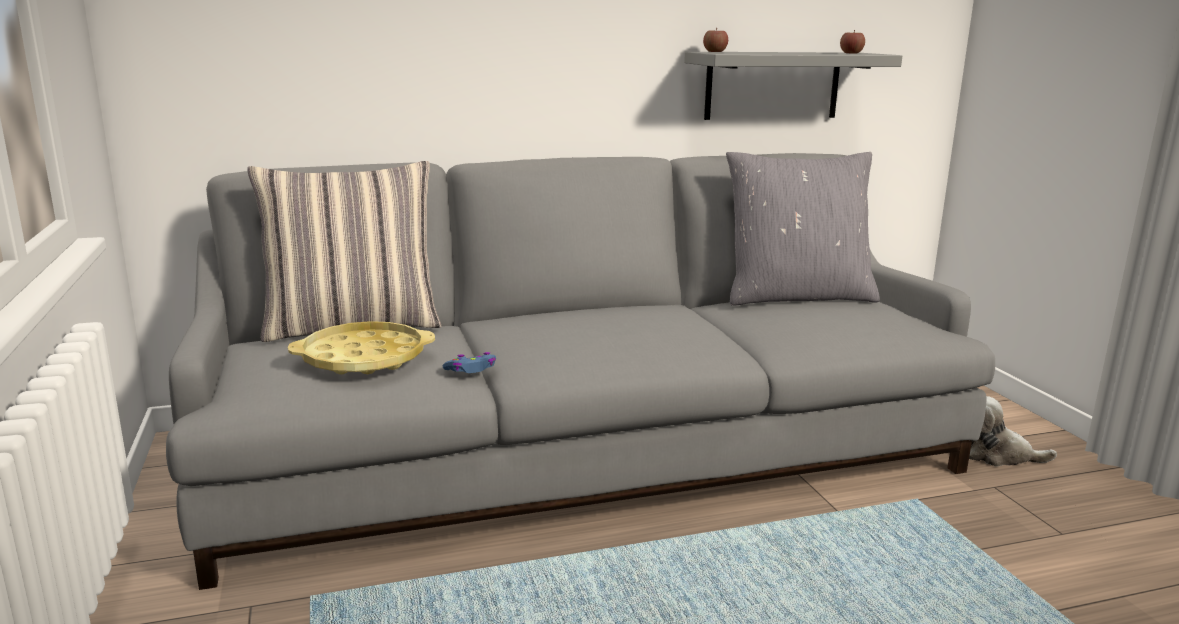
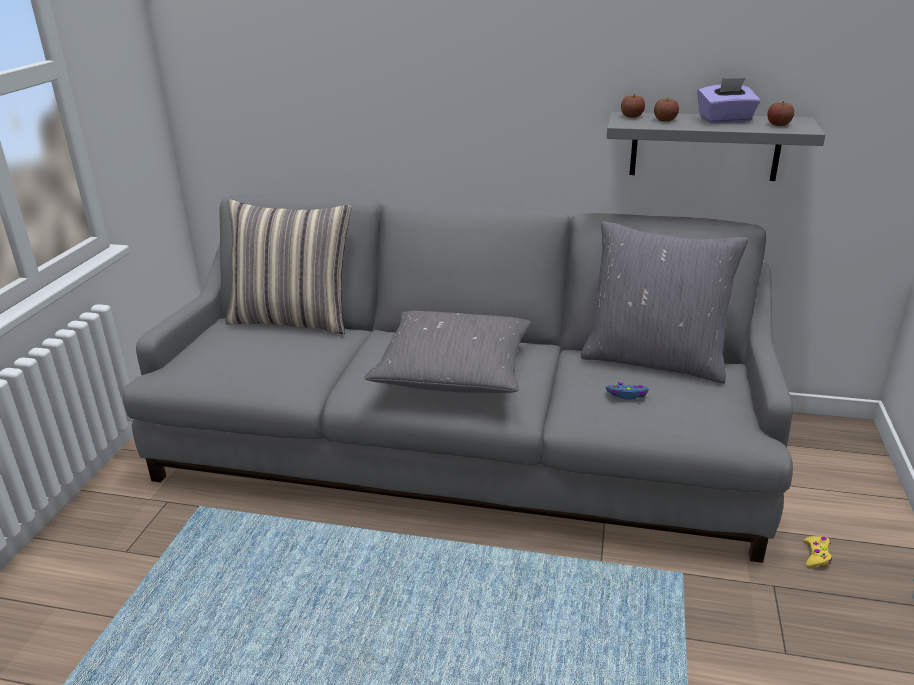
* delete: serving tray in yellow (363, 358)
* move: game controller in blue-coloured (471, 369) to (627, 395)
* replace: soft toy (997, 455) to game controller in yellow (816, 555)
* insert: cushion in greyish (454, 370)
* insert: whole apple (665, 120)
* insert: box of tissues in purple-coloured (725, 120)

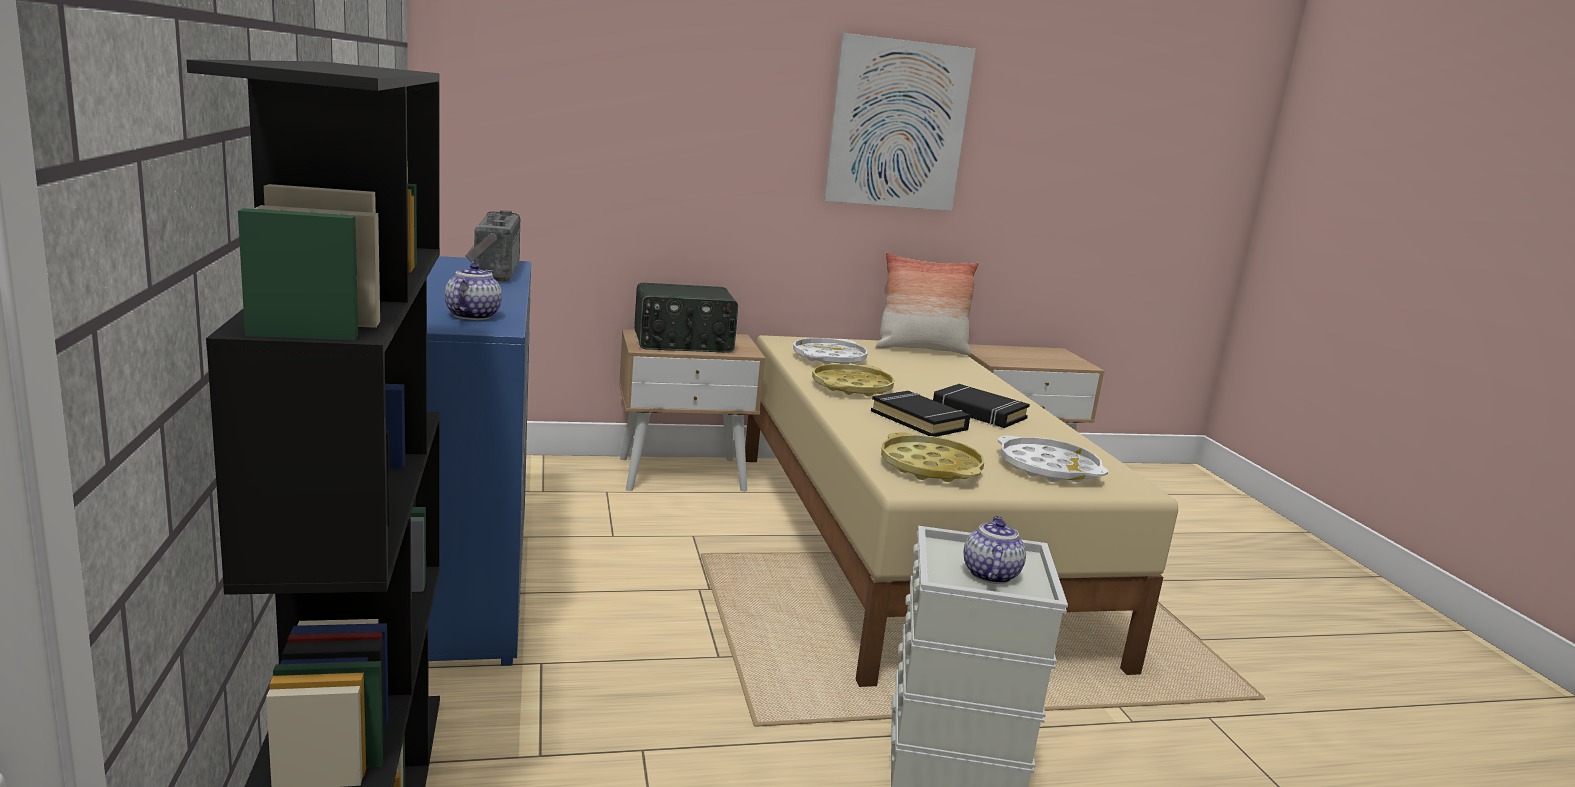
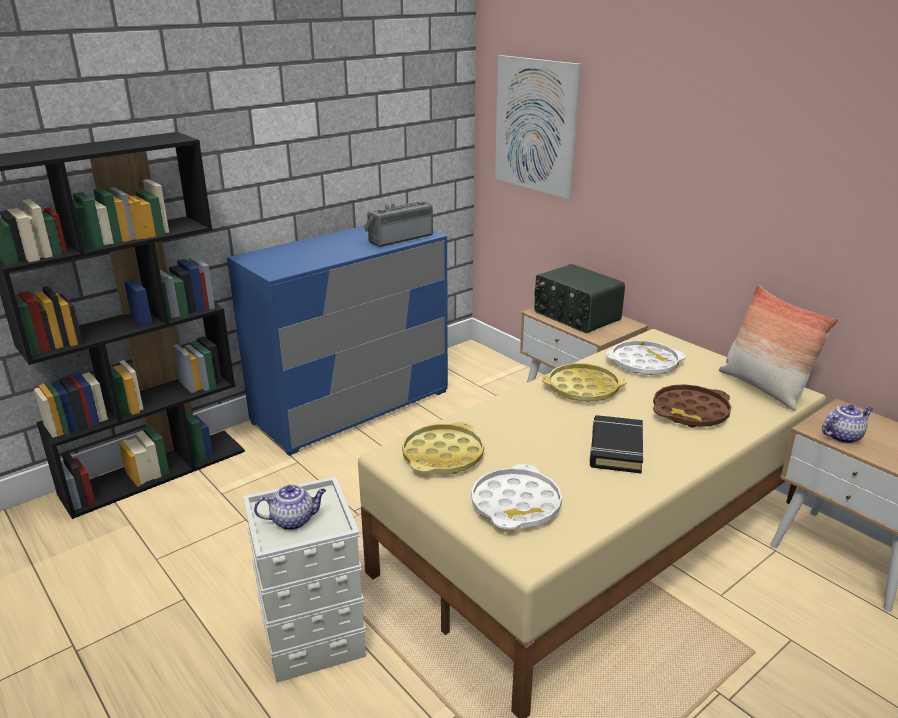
* move: teapot (473, 315) to (843, 436)
* move: picture (898, 125) to (535, 126)
* delete: book in black (919, 420)
* insert: serving tray in brown-coloured (690, 412)

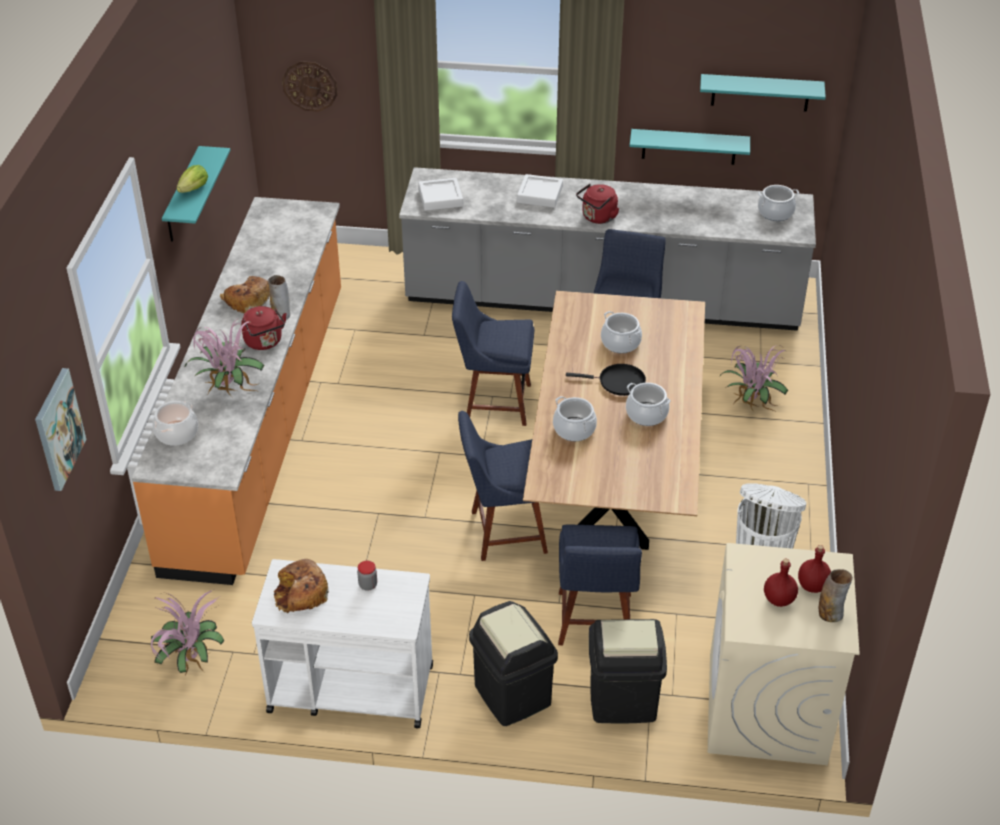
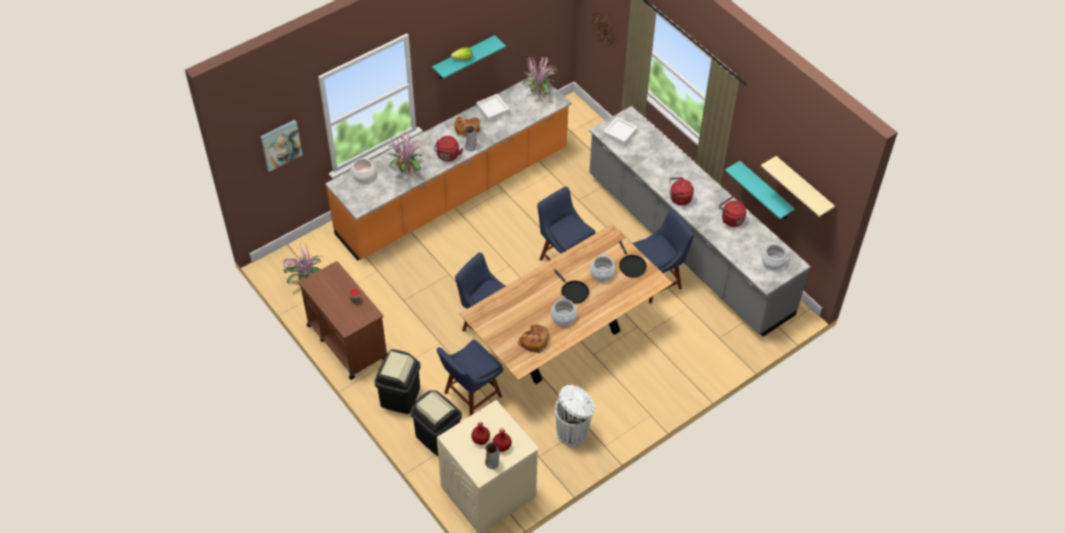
* recolor: trolley in white (350, 688) to trolley in brown-coloured (347, 341)
* move: bakery bread (300, 594) to (533, 341)
* move: serving tray in white (540, 194) to (492, 109)
* delete: cooking pot (574, 429)
* recolor: shelf in turquoise (760, 92) to shelf in beige-coloured (803, 188)
* move: houseplant (750, 403) to (539, 91)
* insert: pan in black (631, 266)
* insert: water kettle in reddish (731, 219)

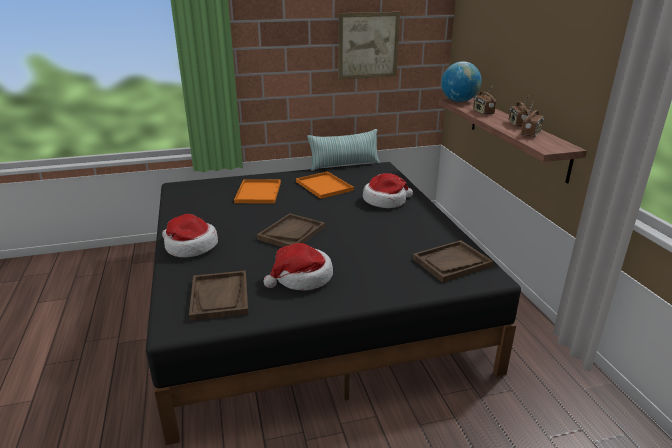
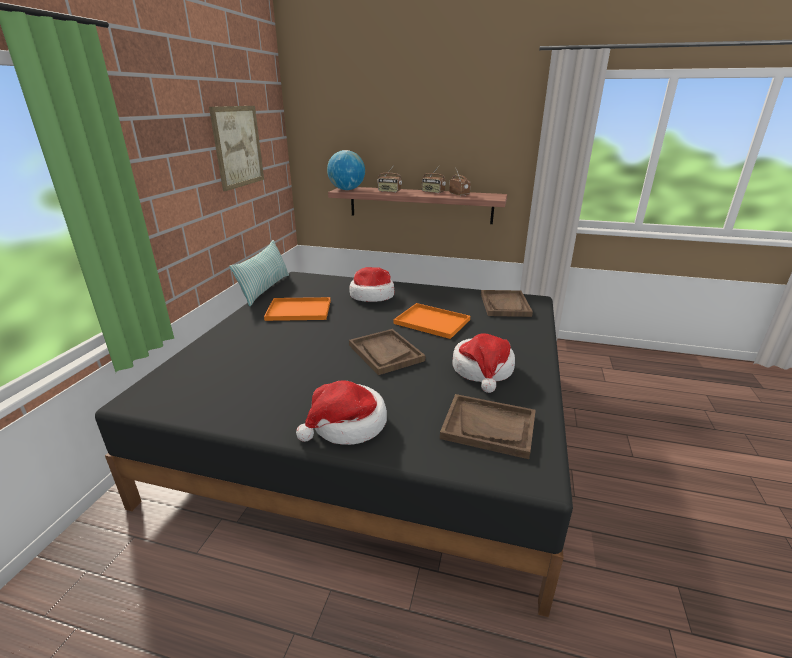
* move: serving tray in orangey (258, 192) to (430, 321)

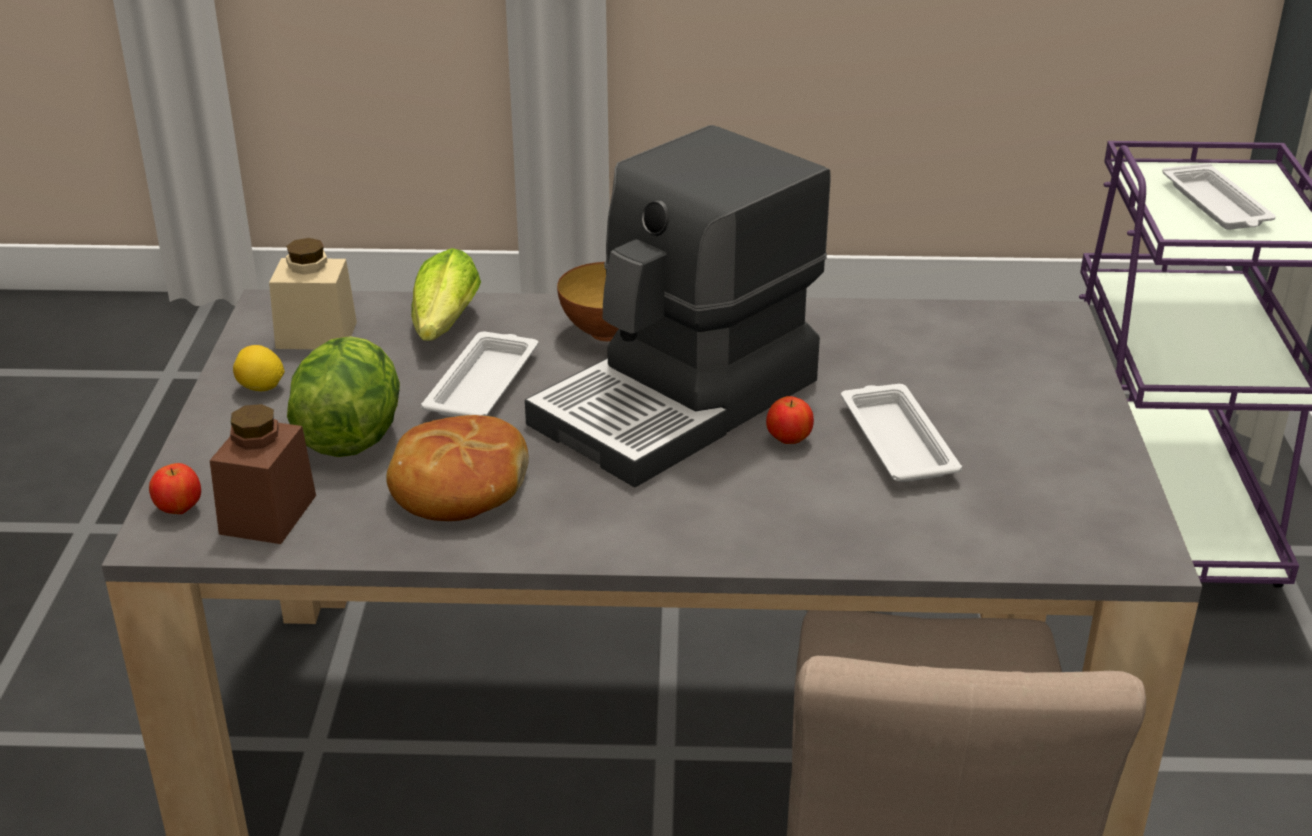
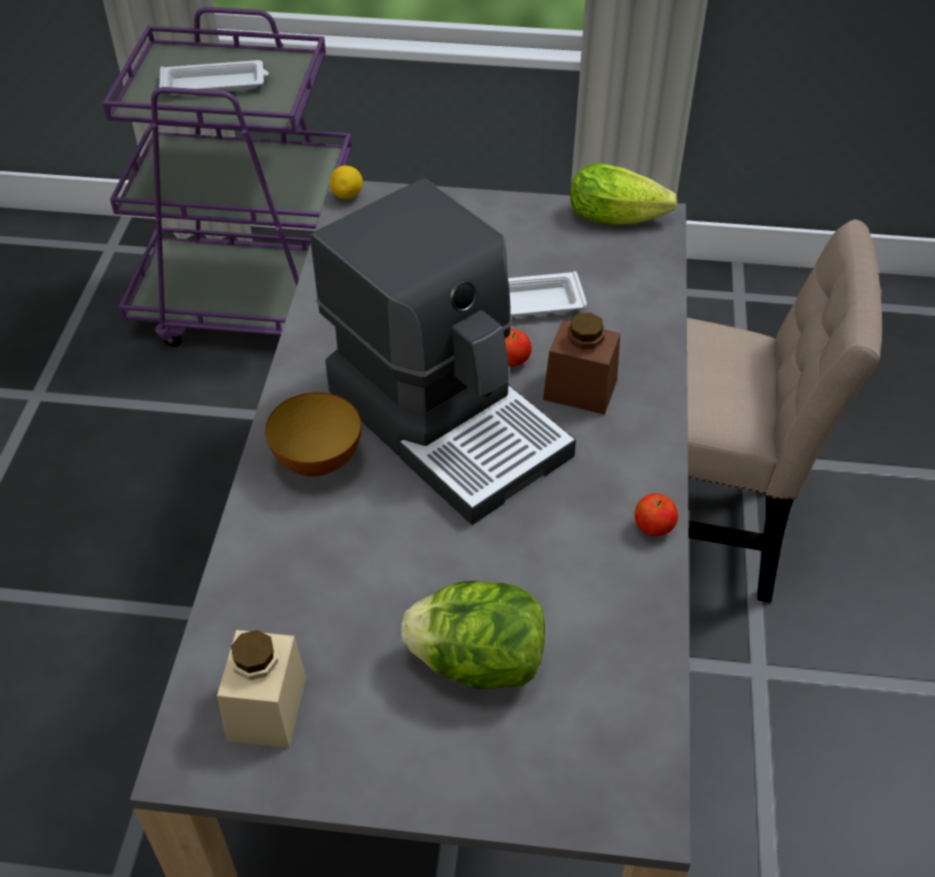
* move: whole apple (179, 509) to (653, 528)
* move: preserve jar in brown-coloured (268, 514) to (580, 389)
* move: citrus fruit (261, 388) to (347, 195)
* delete: bakery bread (458, 487)
* move: head of lettuce (442, 328) to (621, 217)
* delete: serving tray in white (483, 384)

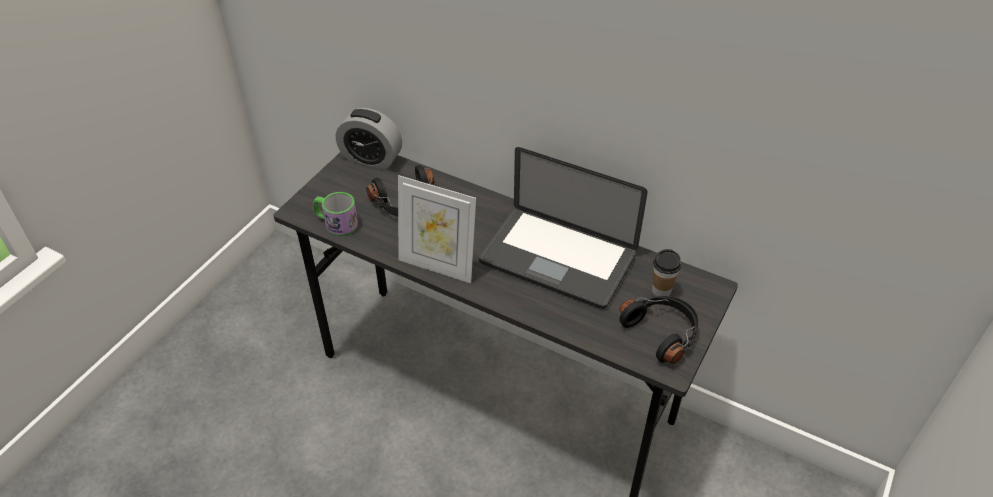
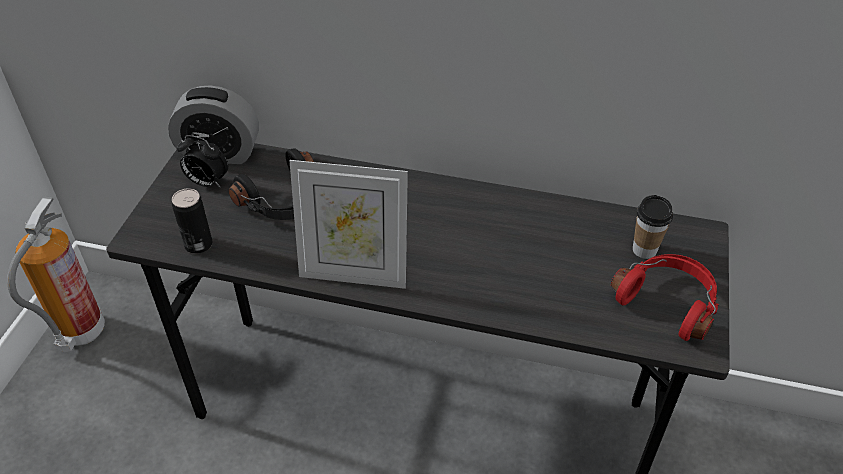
* replace: coffee mug (336, 223) to can (198, 244)
* delete: notebook computer (557, 259)
* recolor: headphones in black (662, 332) to headphones in reddish (668, 302)
* insert: extinguisher (81, 333)
* insert: alarm clock (207, 182)

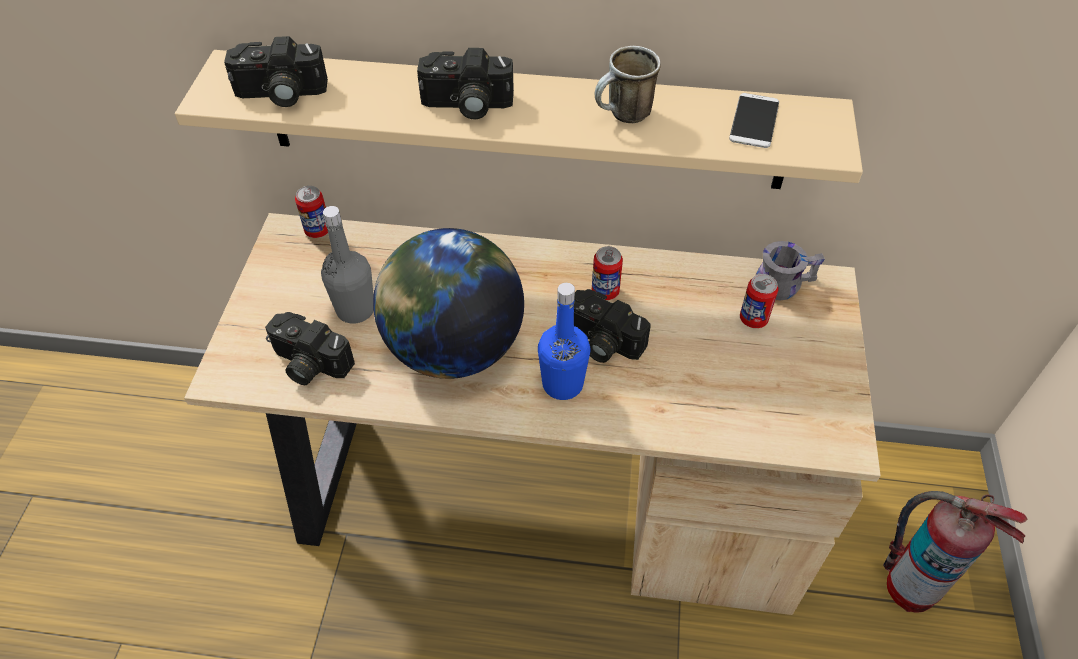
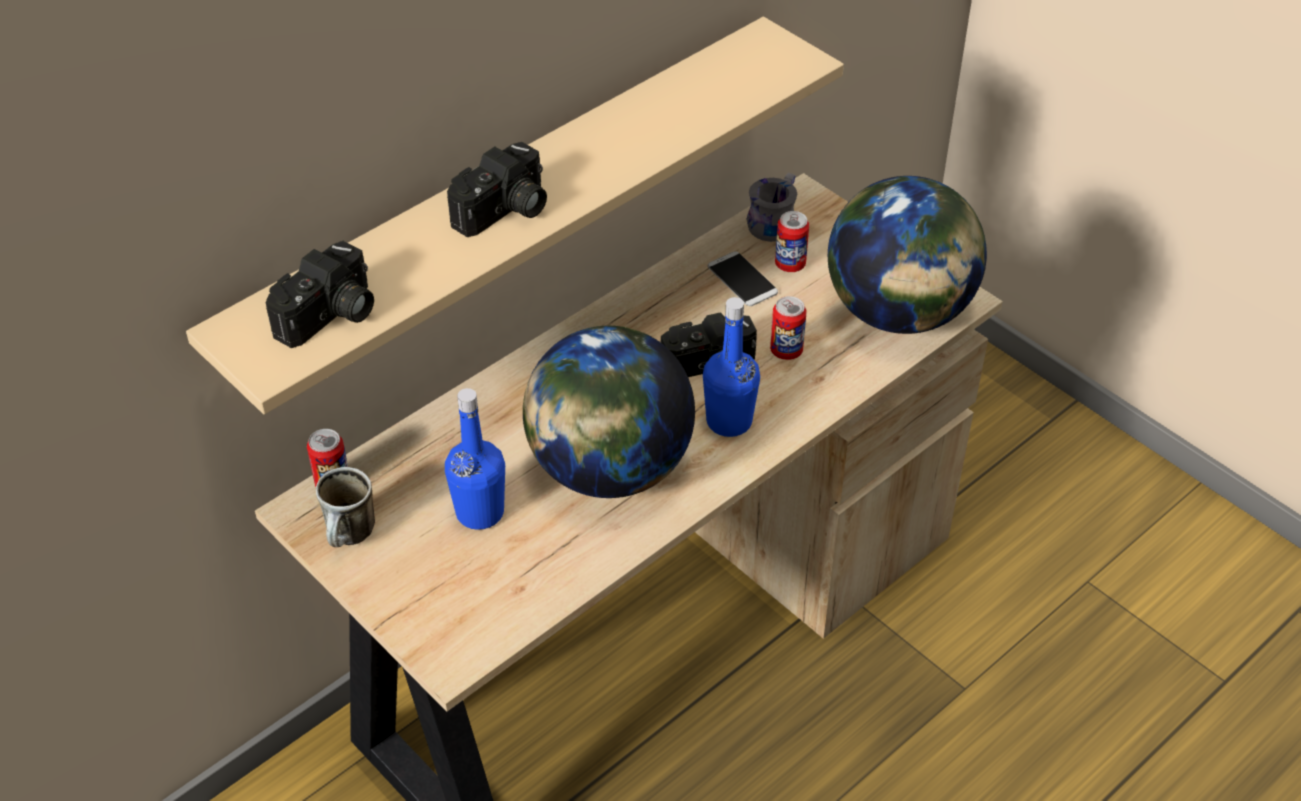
* delete: still camera (307, 364)
* recolor: beverage bottle in greyish (355, 310) to beverage bottle in blue-coloured (480, 512)
* move: can (605, 291) to (786, 351)
* move: coffee mug (624, 117) to (351, 538)
* move: telephone (754, 121) to (742, 280)
* delete: extinguisher (910, 586)
* insert: desk globe (899, 312)

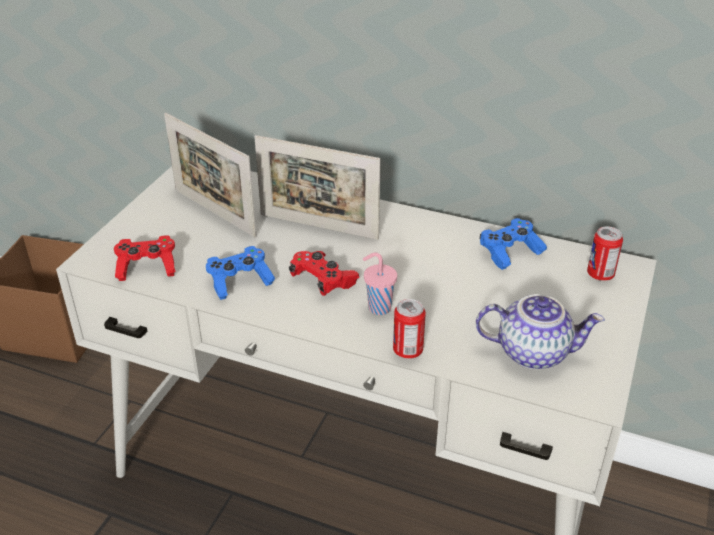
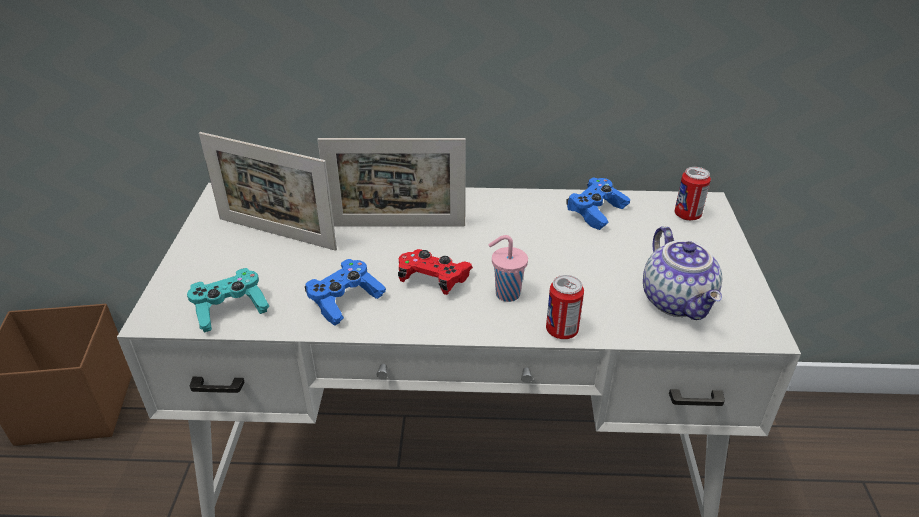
* recolor: game controller in reddish (147, 267) to game controller in turquoise (230, 309)
* rotate: teapot (533, 352) = (678, 302) 90 degrees clockwise

